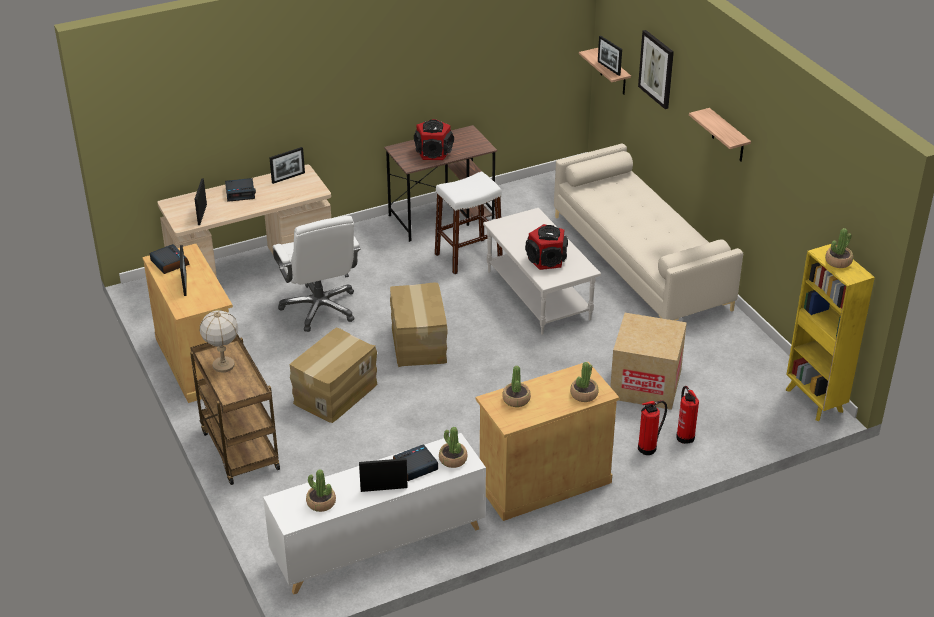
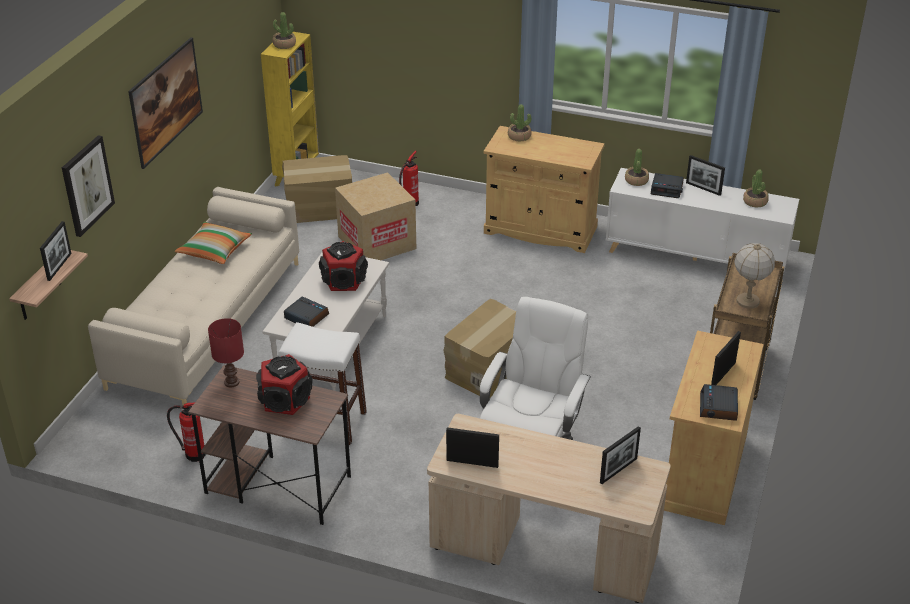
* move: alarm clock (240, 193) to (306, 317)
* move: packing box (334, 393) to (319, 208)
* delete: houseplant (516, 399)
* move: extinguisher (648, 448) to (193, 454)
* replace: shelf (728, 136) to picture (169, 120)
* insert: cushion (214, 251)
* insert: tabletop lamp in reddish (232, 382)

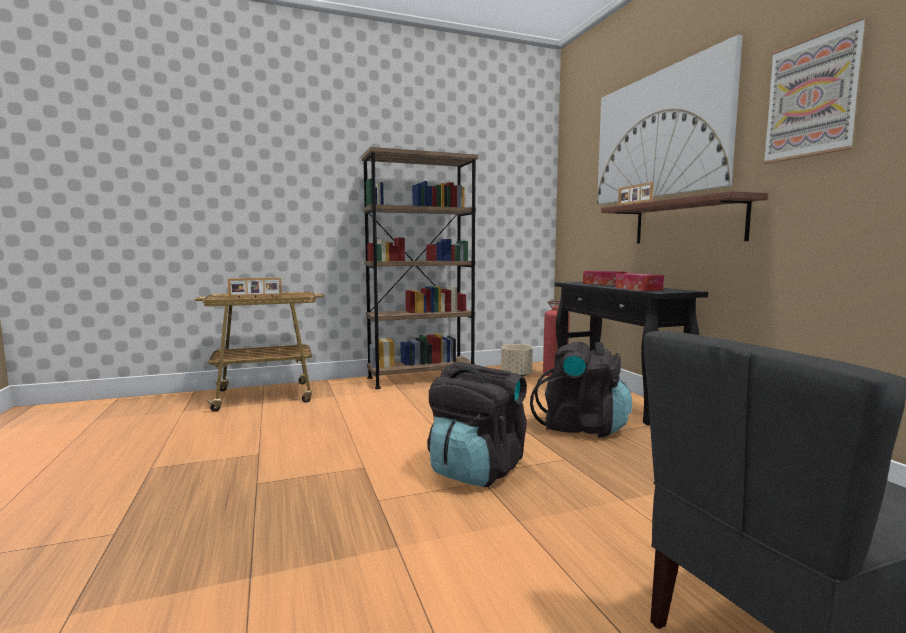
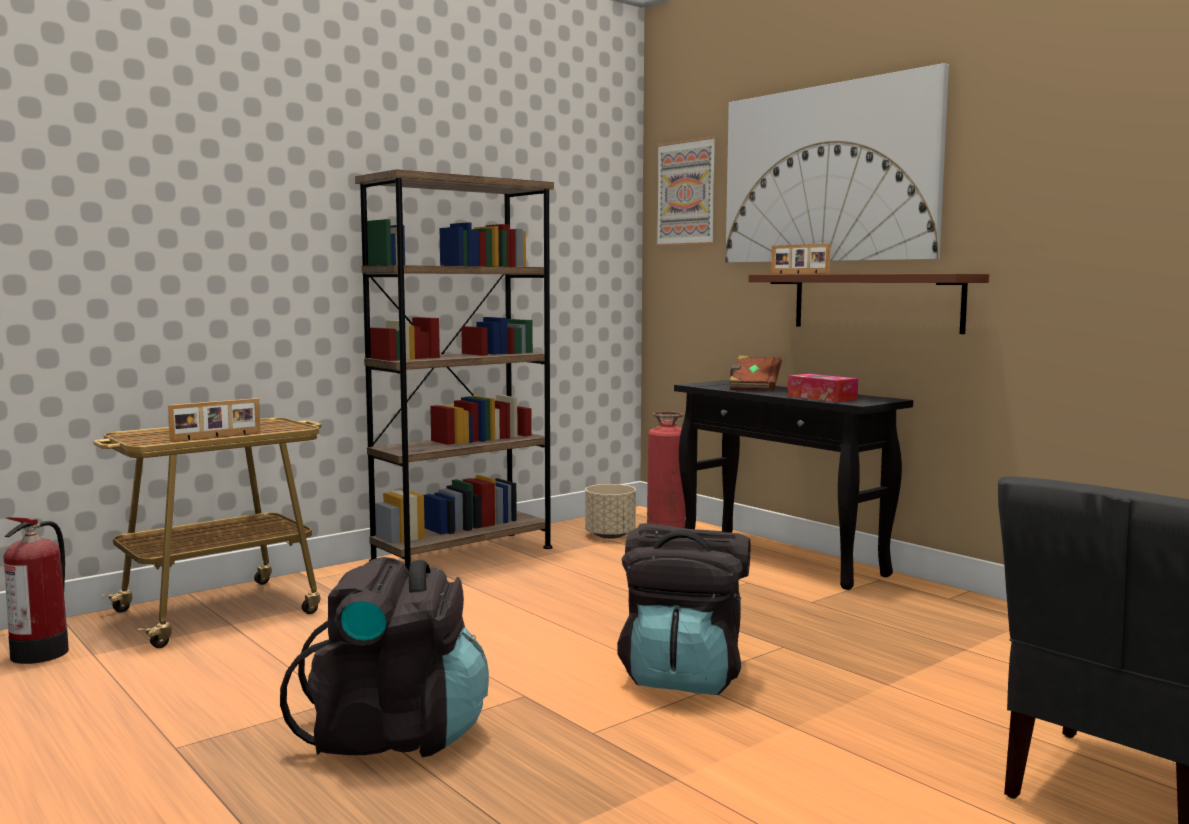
* move: backpack in black (581, 427) to (394, 735)
* replace: box of tissues (604, 284) to book in brown-coloured (754, 387)
* move: picture (811, 97) to (686, 193)
* insert: extinguisher (42, 652)

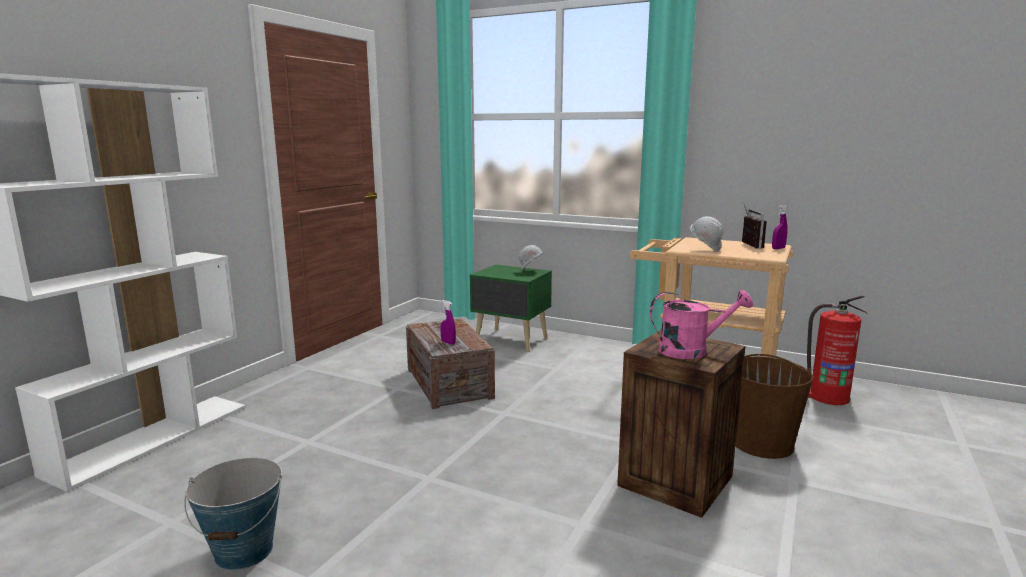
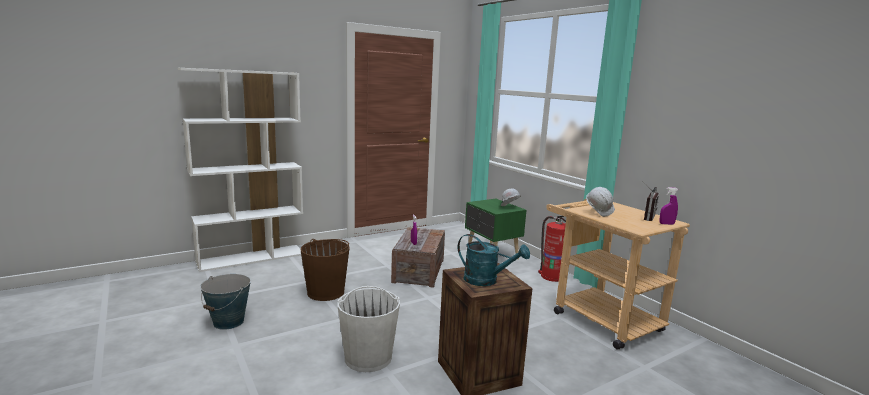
* recolor: watering pot in pink-coloured (692, 350) to watering pot in turquoise (486, 280)
* move: water bucket in brown-coloured (761, 443) to (326, 292)
* move: extinguisher (827, 397) to (551, 276)
* insert: water bucket in white (368, 357)

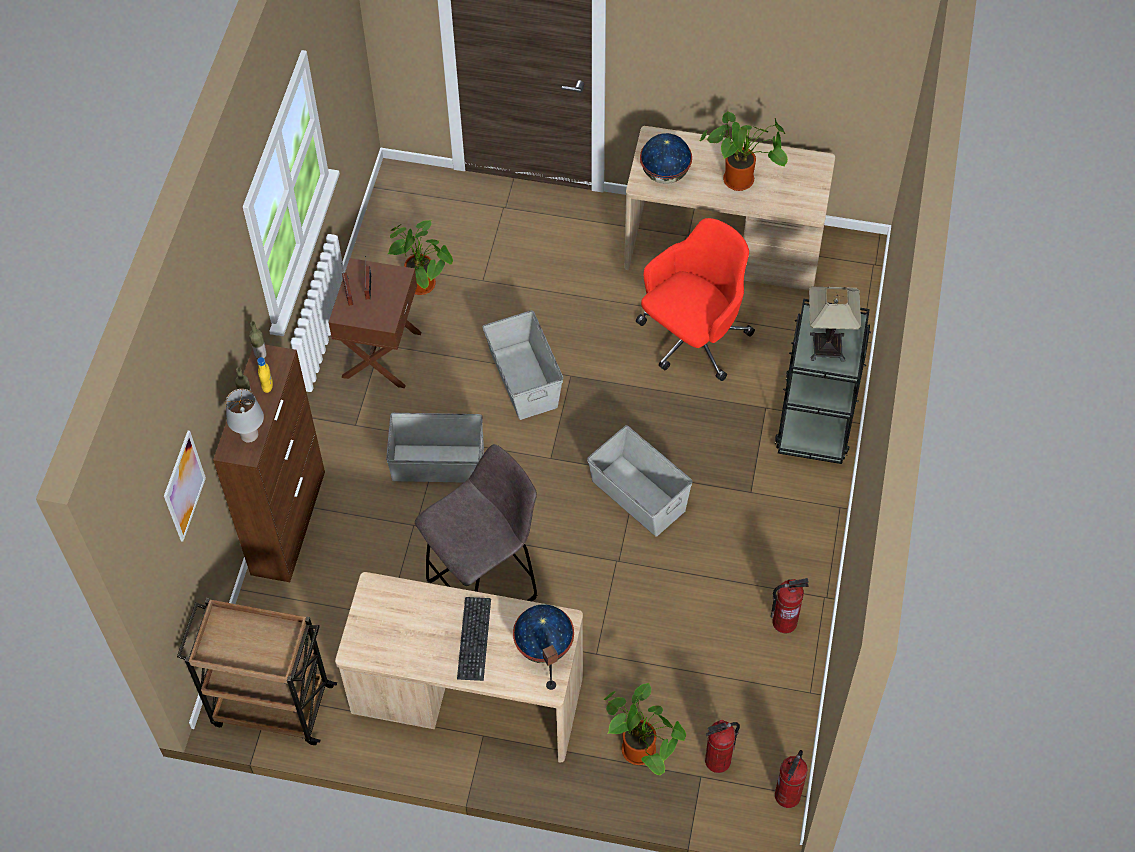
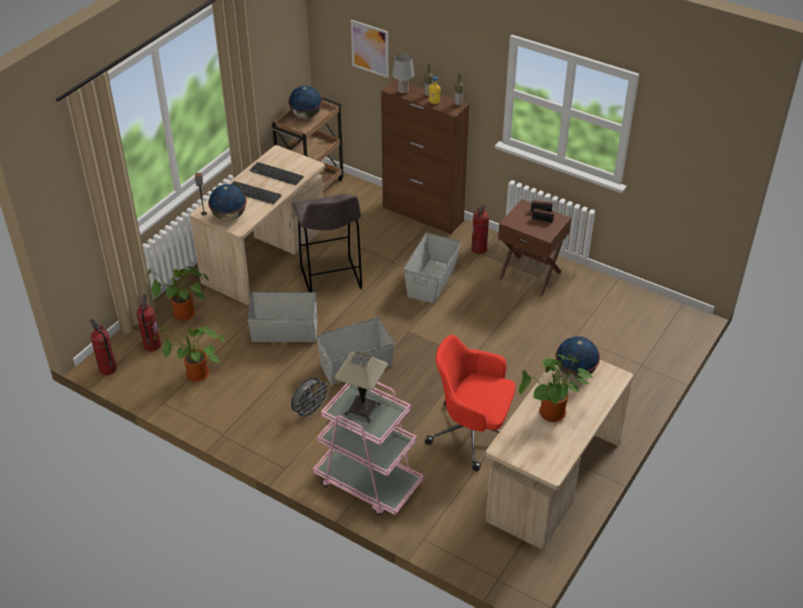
* move: houseplant (424, 286) to (195, 376)
* move: storage container in greyish (524, 379) to (285, 332)
* rotate: computer chair in reddish (692, 339) = (472, 433) 135 degrees clockwise
* move: extinguisher (784, 622) to (479, 249)
* recolor: trolley in black (816, 416) to trolley in pink-coloured (367, 482)
* insert: PC keyboard (276, 174)
* insert: desk globe (306, 116)
* insert: cooling fan in greyish (310, 411)

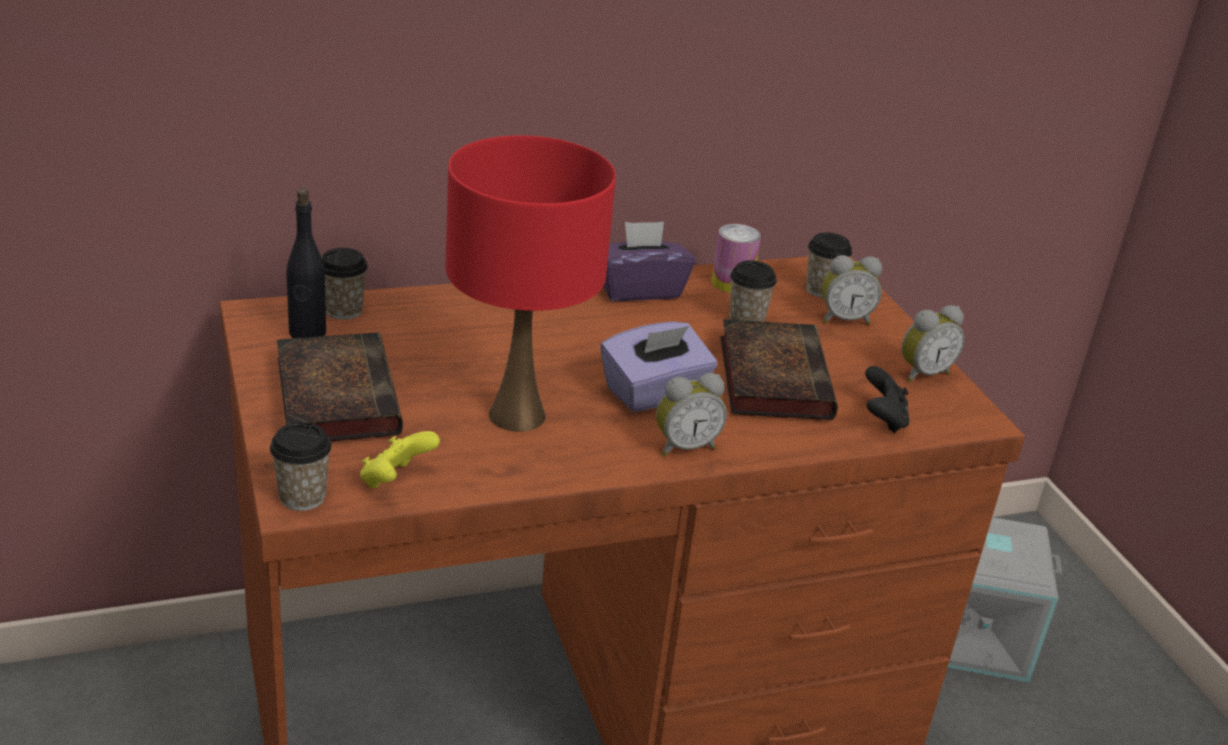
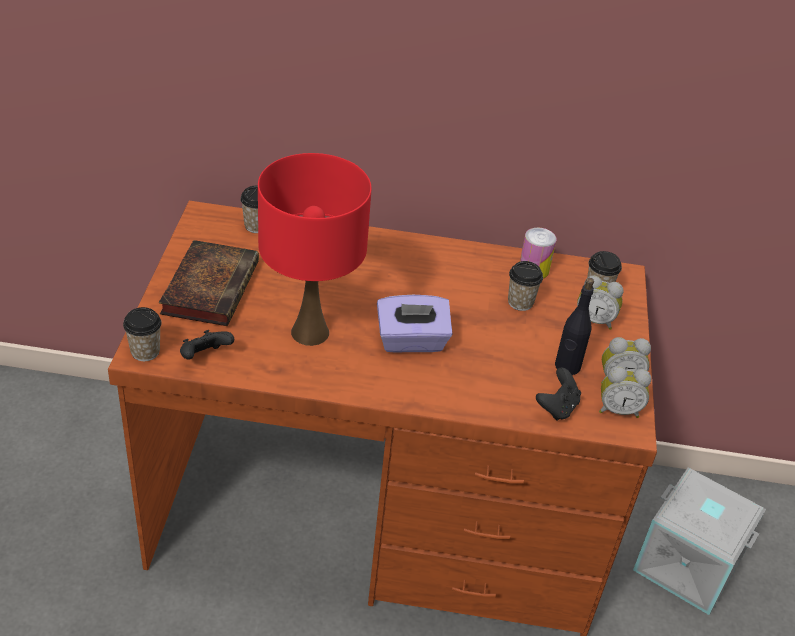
* move: beverage bottle in black (307, 333) to (567, 366)
* recolor: game controller in yellow (395, 481) to game controller in black (205, 357)
* delete: box of tissues in purple-coloured (639, 289)
* move: alarm clock (684, 446) to (618, 409)
* delete: book (772, 376)

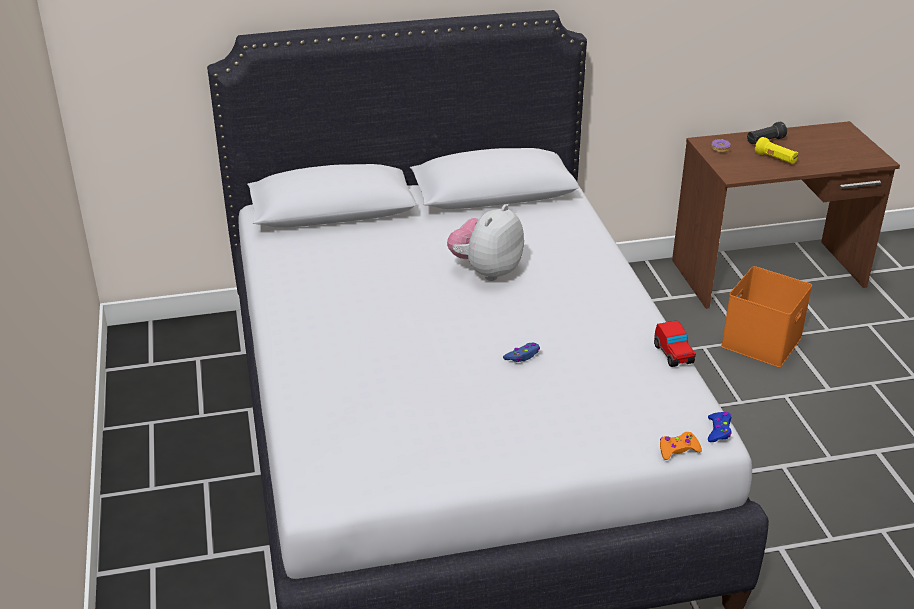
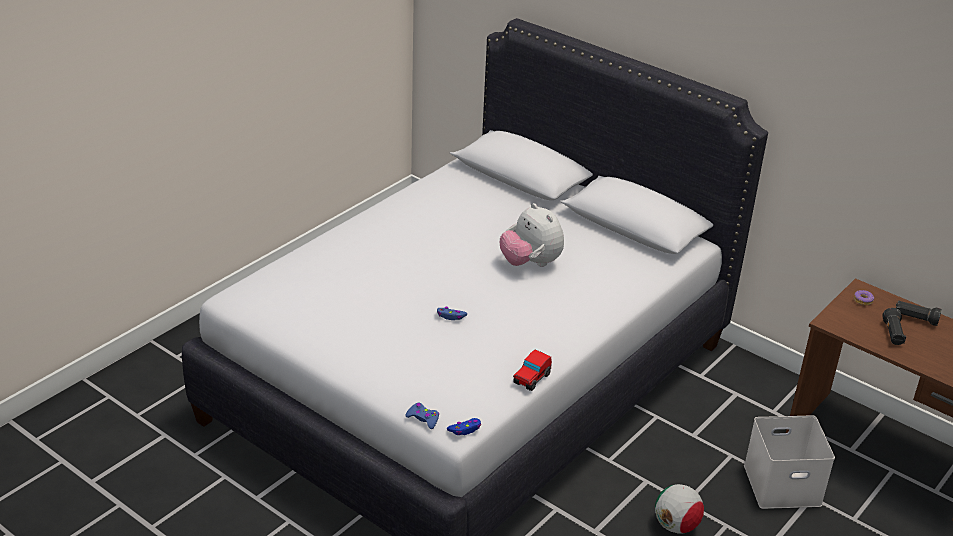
* rotate: soft toy (486, 271) = (530, 263) 120 degrees counterclockwise
* recolor: game controller in orangey (678, 450) to game controller in blue-coloured (423, 418)
* recolor: storage container in orangey (760, 340) to storage container in white (783, 484)
* recolor: torch in yellow (775, 159) to torch in black (892, 334)
* insert: football ball (676, 526)

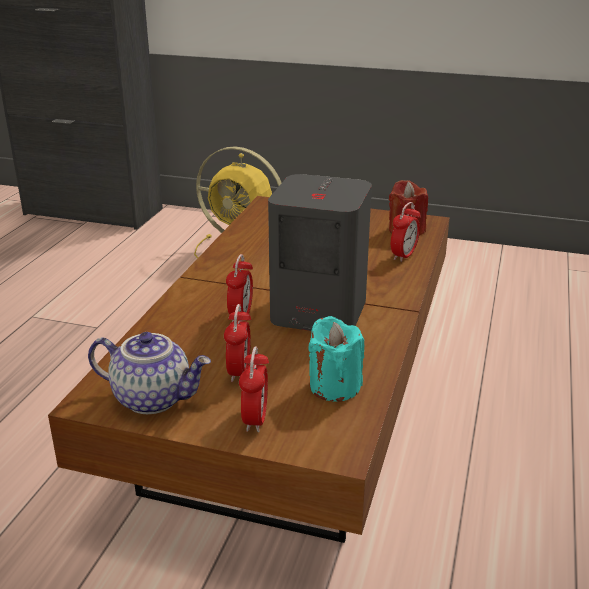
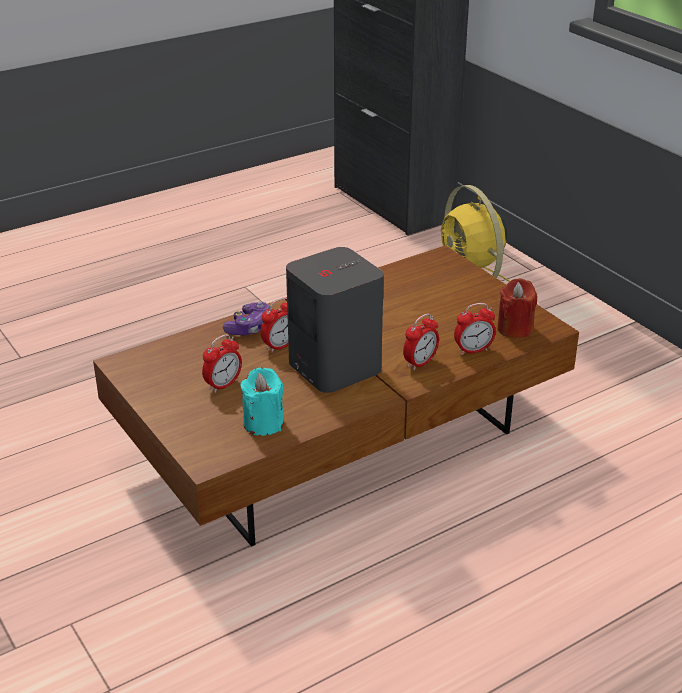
* delete: teapot (154, 398)
* move: alarm clock (255, 419) to (420, 363)
* insert: game controller (249, 327)

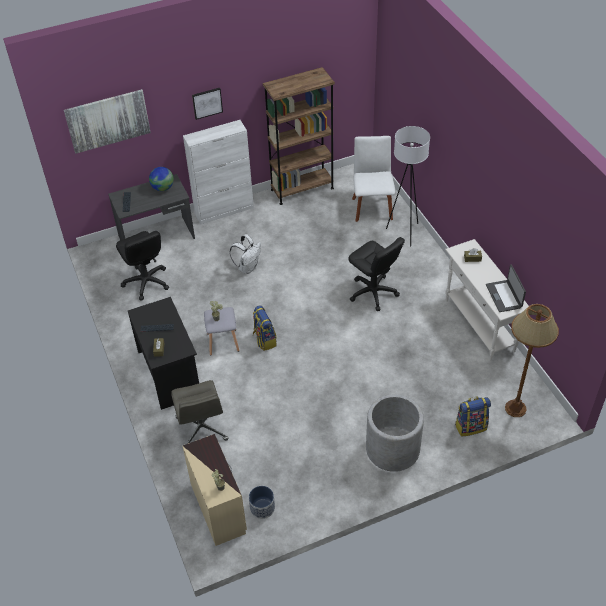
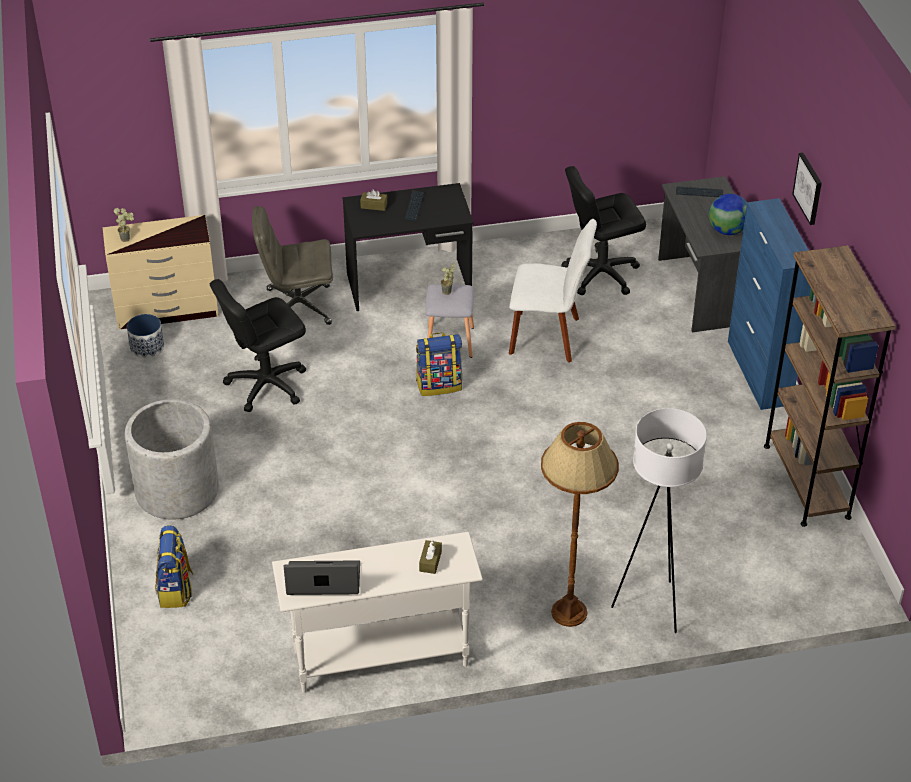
* delete: picture (108, 120)
* recolor: storage cabinet in white (224, 210) to storage cabinet in blue-coloured (759, 373)
* delete: backpack in white (248, 267)
* move: computer chair in black (373, 292) to (266, 385)
* move: upright chair in white (372, 207) to (549, 337)
* move: standard lamp in brown-coloured (515, 408) to (569, 612)

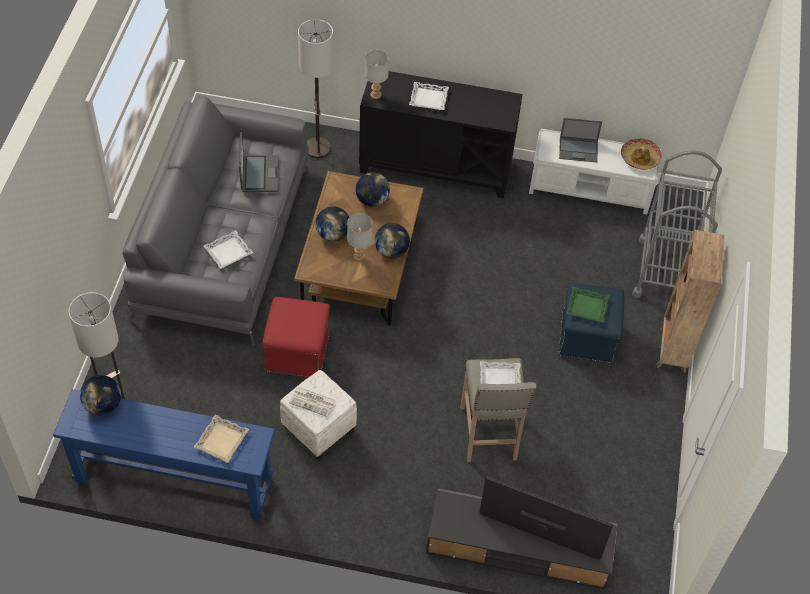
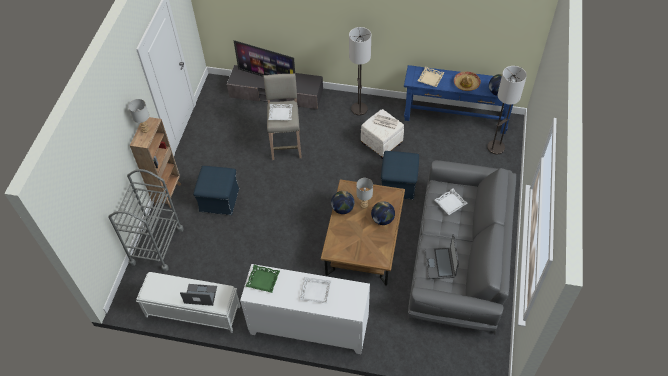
* recolor: pouffe in reddish (297, 352) to pouffe in blue-coloured (398, 185)
* move: standard lamp (318, 148) to (359, 109)
* delete: desk globe (372, 200)
* recolor: storage cabinet in black (436, 166) to storage cabinet in white (309, 327)
* move: tabletop lamp in greyish (376, 95) to (145, 129)
* move: serving tray in green (587, 307) to (263, 280)
* move: wearable hat (640, 158) to (466, 84)

